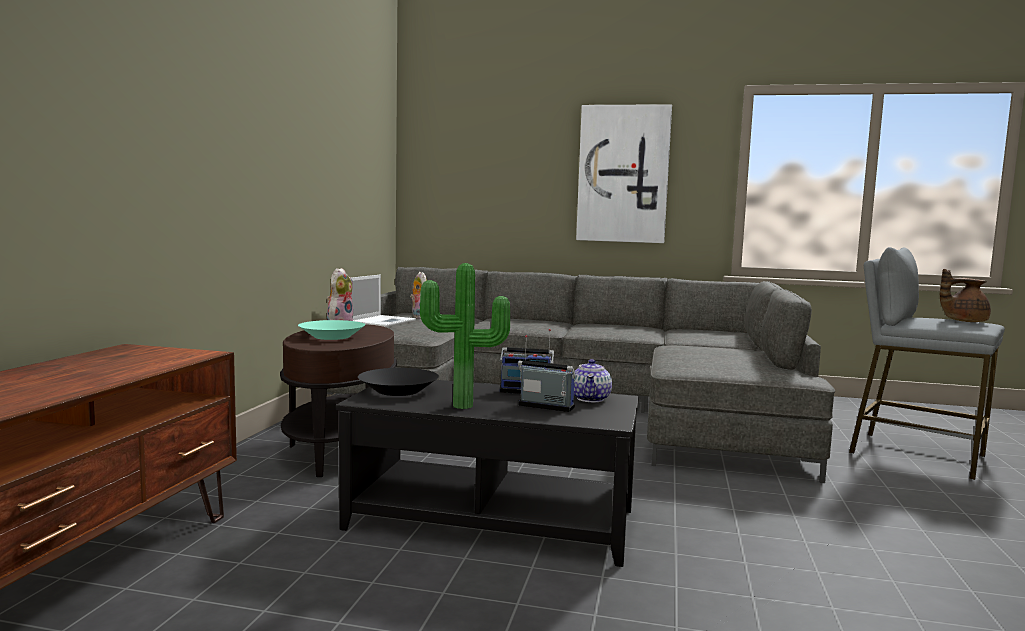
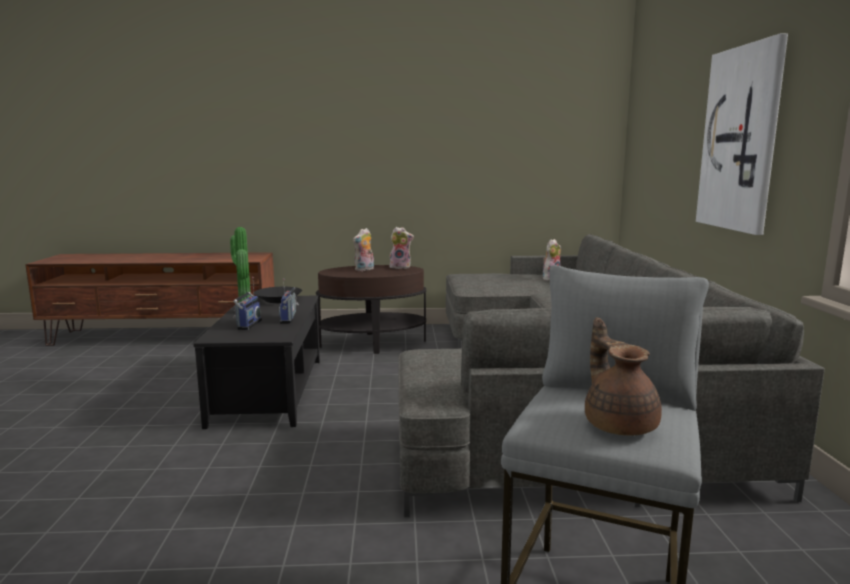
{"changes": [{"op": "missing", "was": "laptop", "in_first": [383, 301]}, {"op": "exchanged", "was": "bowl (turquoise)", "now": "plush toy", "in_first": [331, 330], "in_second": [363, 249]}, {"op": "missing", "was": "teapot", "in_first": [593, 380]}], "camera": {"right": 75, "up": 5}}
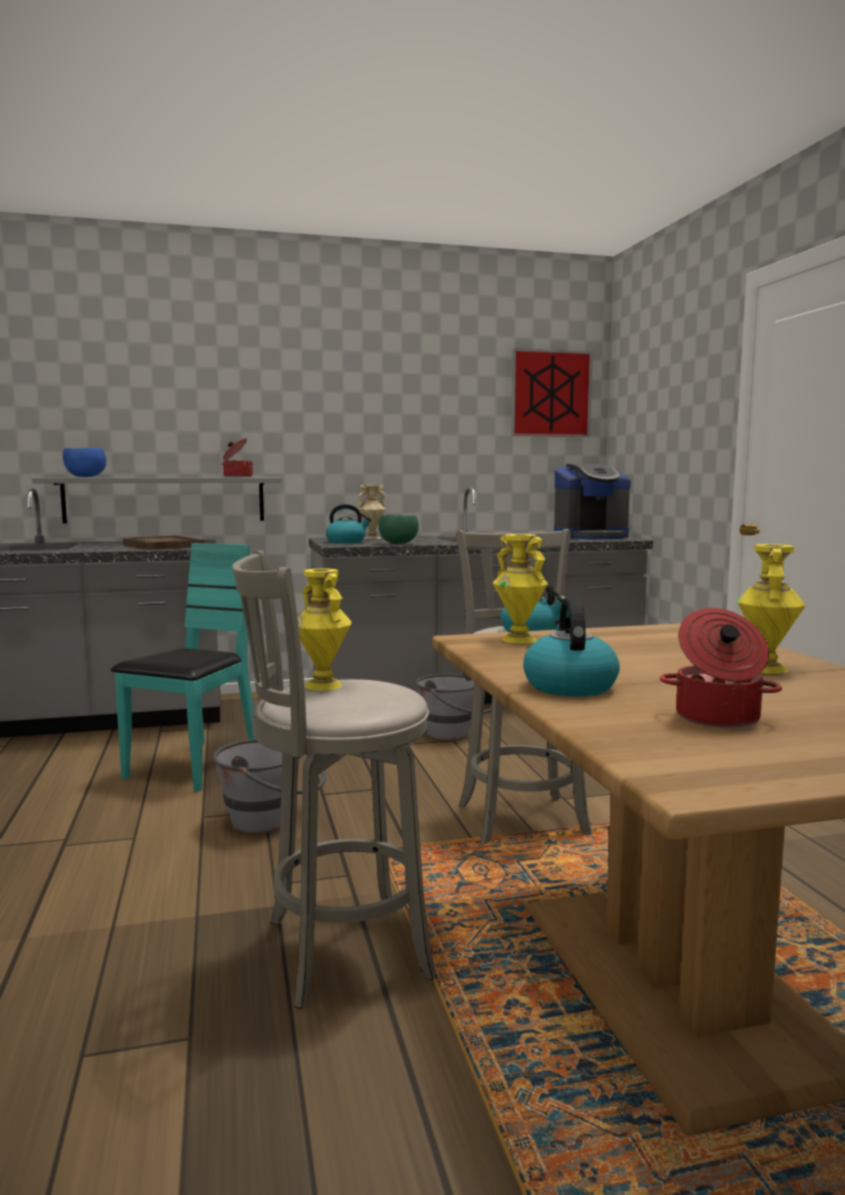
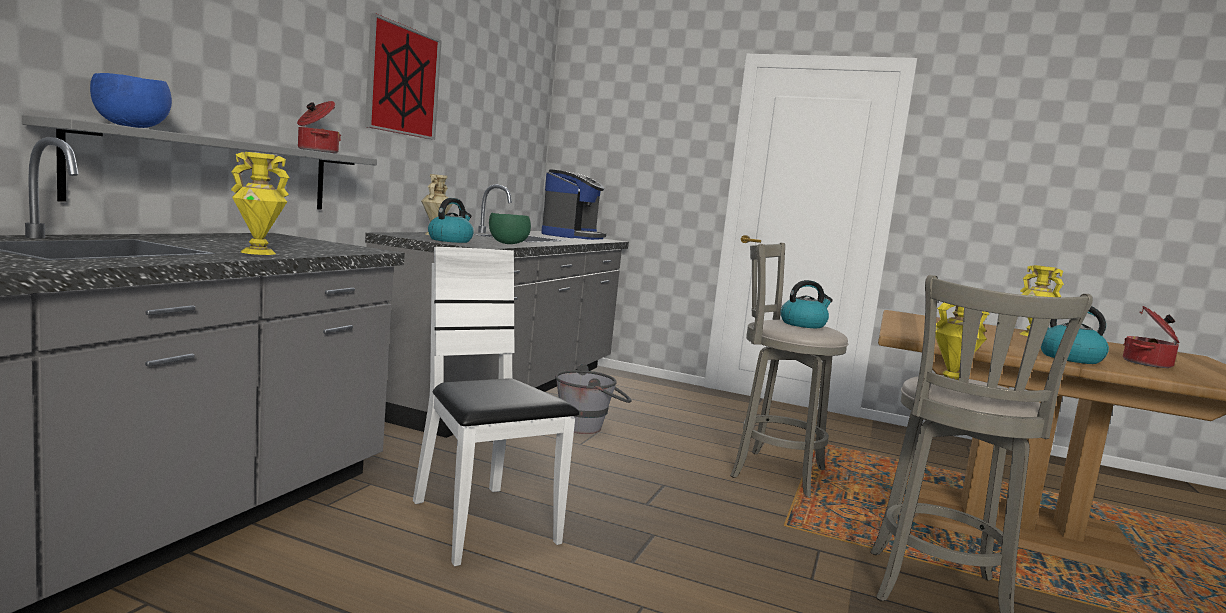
{"changes": [{"op": "relocated", "was": "picture", "in_first": [552, 392], "in_second": [403, 76]}, {"op": "relocated", "was": "vase (yellow)", "in_first": [520, 589], "in_second": [260, 203]}, {"op": "missing", "was": "tray (brown)", "in_first": [163, 542]}, {"op": "colour", "was": "chair (turquoise)", "now": "chair (white)", "in_first": [183, 667], "in_second": [496, 406]}, {"op": "missing", "was": "bucket (grey)", "in_first": [269, 786]}], "camera": {"right": -55, "up": 0}}
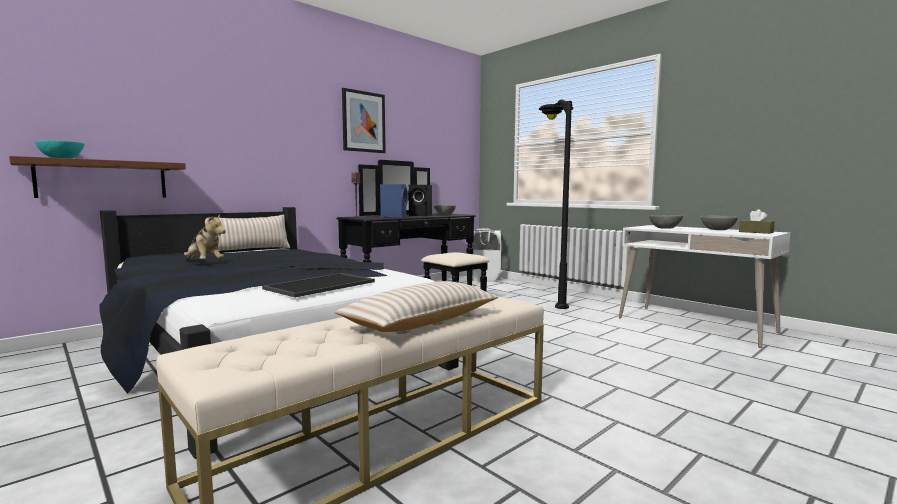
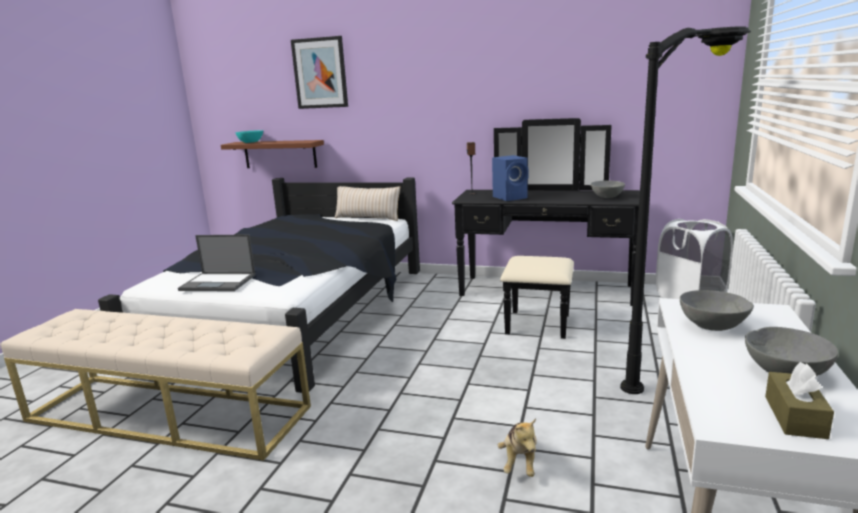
{"changes": [{"op": "relocated", "was": "picture", "in_first": [364, 120], "in_second": [319, 72]}, {"op": "missing", "was": "speaker (black)", "in_first": [420, 200]}, {"op": "relocated", "was": "plush toy", "in_first": [205, 237], "in_second": [517, 447]}, {"op": "exchanged", "was": "tray", "now": "laptop", "in_first": [318, 285], "in_second": [217, 263]}, {"op": "missing", "was": "pillow (beige)", "in_first": [416, 306]}], "camera": {"right": 60, "up": 10}}
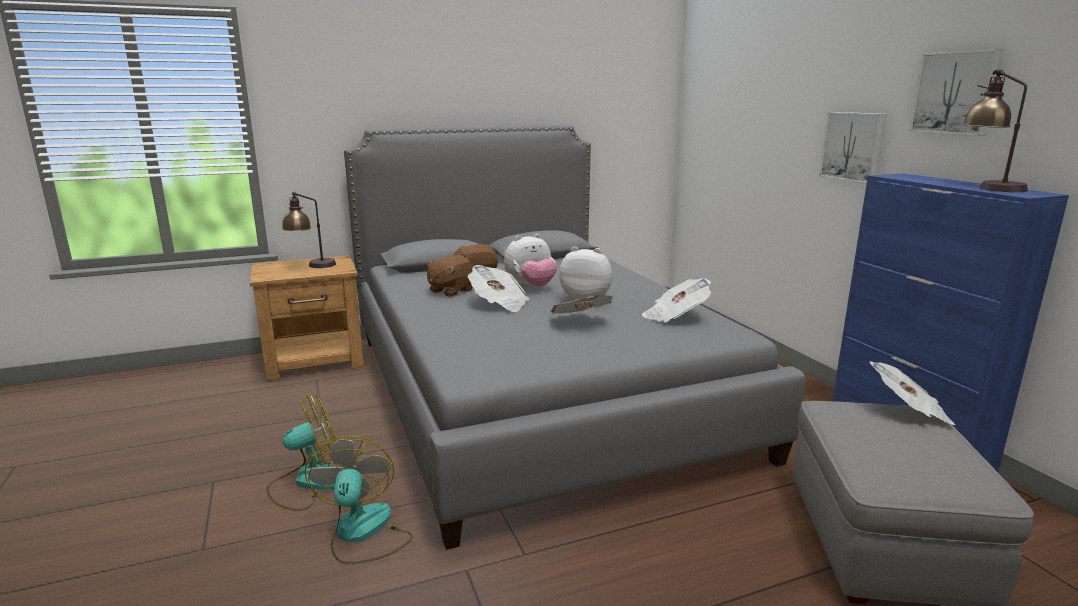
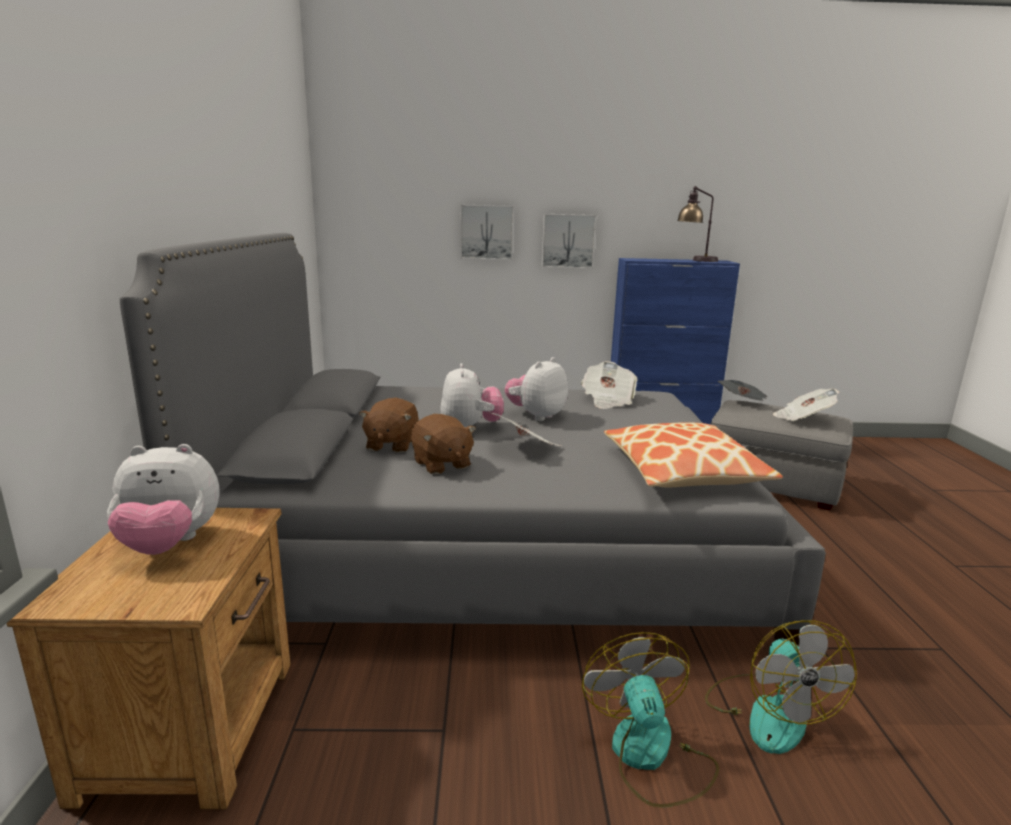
{"changes": [{"op": "relocated", "was": "picture", "in_first": [956, 92], "in_second": [487, 232]}, {"op": "exchanged", "was": "table lamp", "now": "plush toy", "in_first": [309, 230], "in_second": [163, 499]}, {"op": "relocated", "was": "newspaper", "in_first": [581, 304], "in_second": [806, 405]}, {"op": "spun", "was": "fan", "in_first": [359, 500], "in_second": [781, 687], "clockwise": -105}, {"op": "appeared", "now": "pillow", "in_second": [693, 455]}], "camera": {"right": -70, "up": 0}}
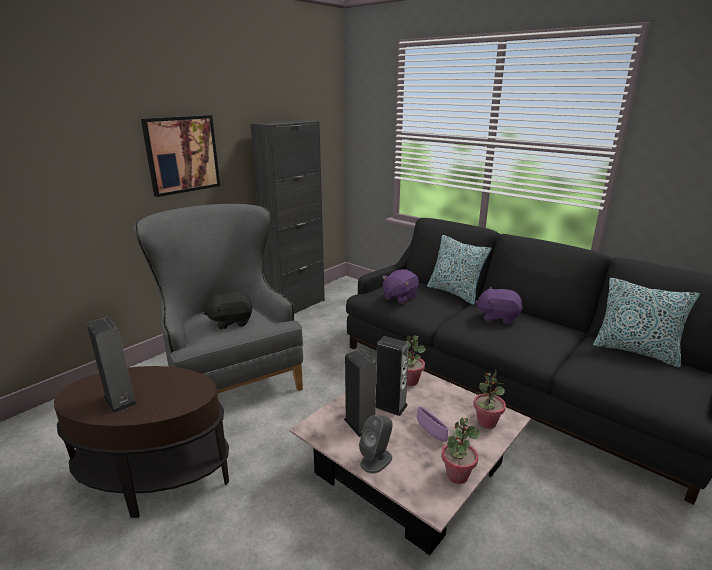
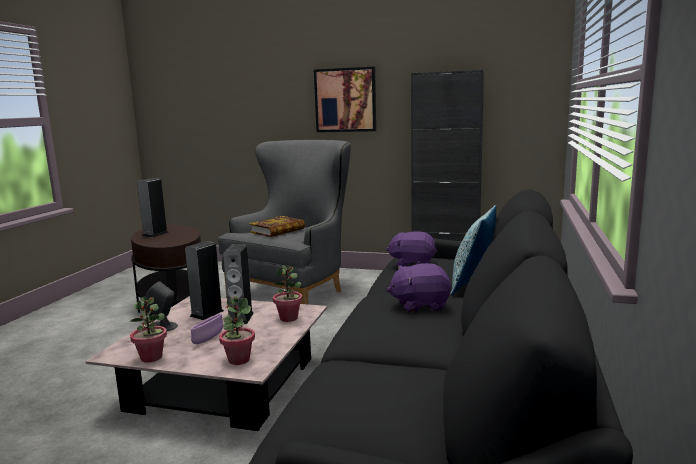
{"changes": [{"op": "missing", "was": "pillow", "in_first": [646, 323]}, {"op": "spun", "was": "plush toy (purple)", "in_first": [499, 306], "in_second": [419, 288], "clockwise": -90}, {"op": "exchanged", "was": "plush toy (black)", "now": "book", "in_first": [228, 310], "in_second": [277, 226]}], "camera": {"right": 65, "up": -10}}
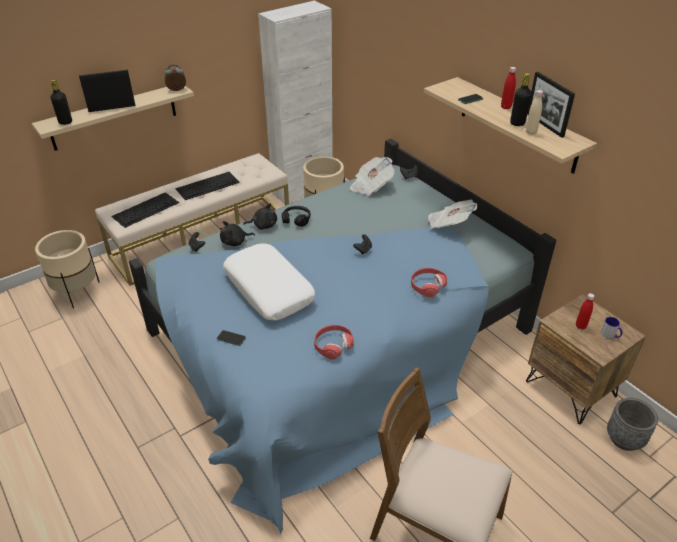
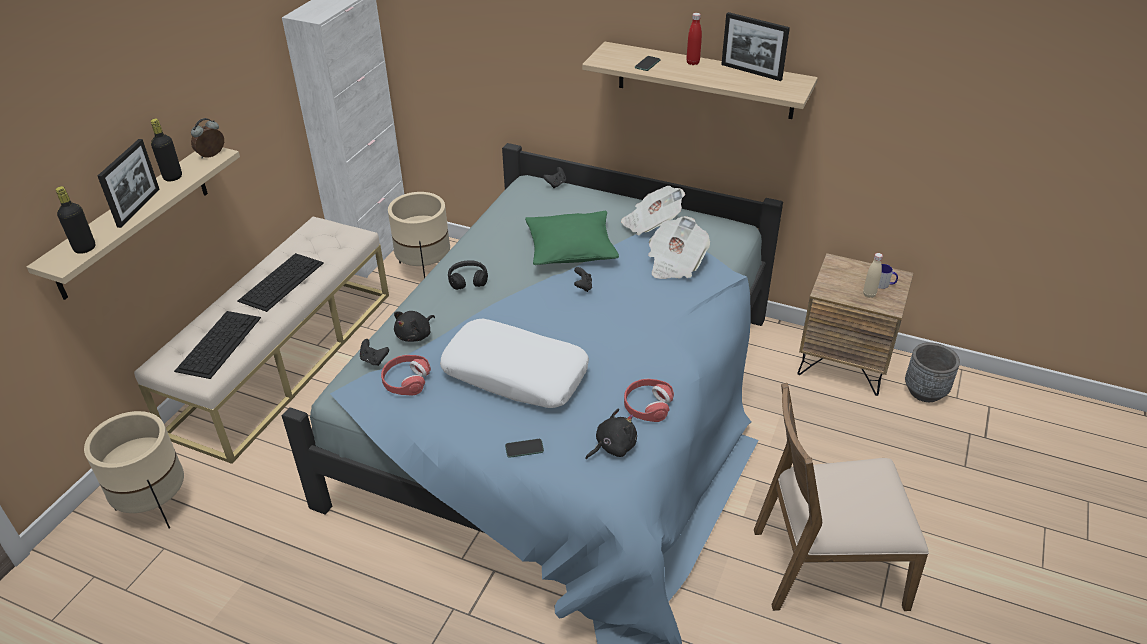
{"changes": [{"op": "spun", "was": "picture frame", "in_first": [107, 91], "in_second": [129, 183], "clockwise": 150}, {"op": "relocated", "was": "bottle (black)", "in_first": [521, 99], "in_second": [166, 150]}, {"op": "relocated", "was": "bottle (beige)", "in_first": [534, 112], "in_second": [873, 275]}, {"op": "relocated", "was": "newspaper", "in_first": [372, 176], "in_second": [679, 247]}, {"op": "relocated", "was": "plush toy (black)", "in_first": [260, 216], "in_second": [611, 434]}, {"op": "relocated", "was": "headphones (red)", "in_first": [429, 283], "in_second": [406, 375]}, {"op": "missing", "was": "bottle (red)", "in_first": [585, 311]}, {"op": "appeared", "now": "pillow (green)", "in_second": [572, 238]}], "camera": {"right": -30, "up": 0}}
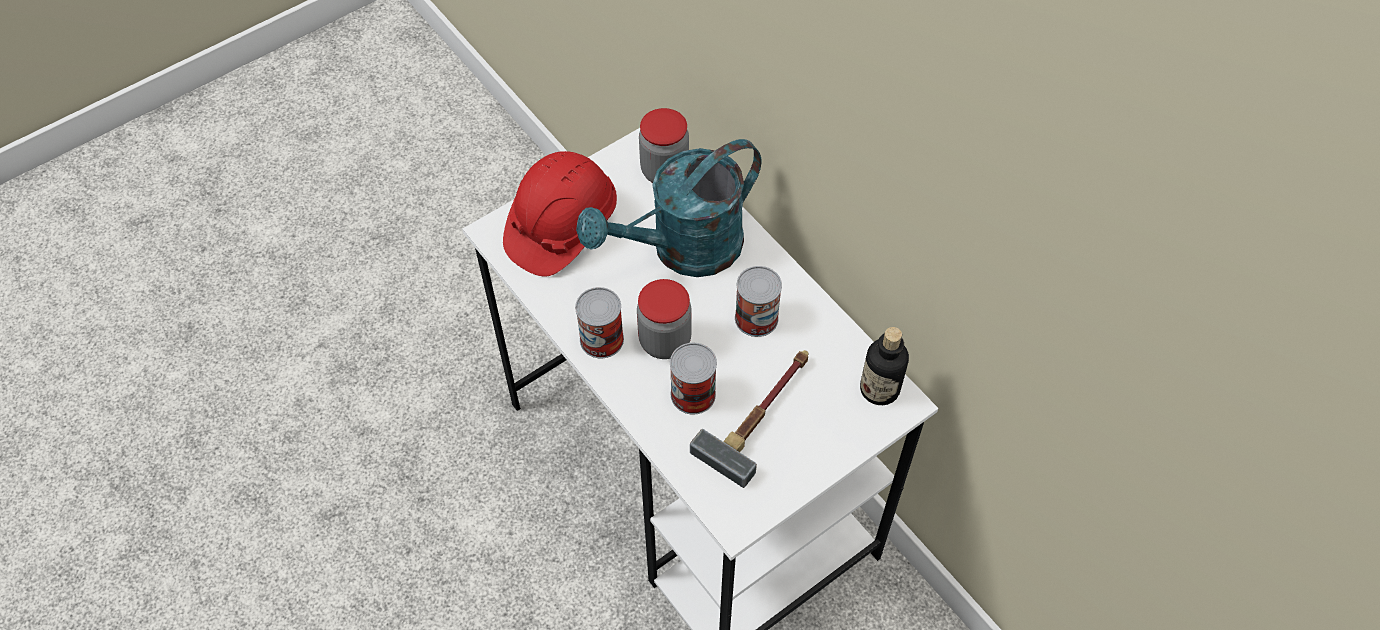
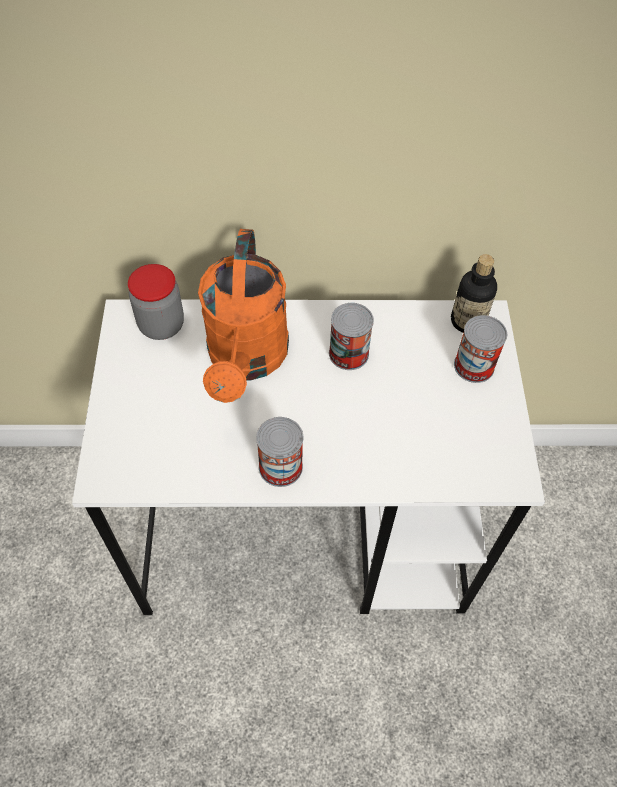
{"changes": [{"op": "colour", "was": "watering can (turquoise)", "now": "watering can (orange)", "in_first": [668, 208], "in_second": [243, 316]}, {"op": "missing", "was": "hard hat (red)", "in_first": [560, 213]}, {"op": "missing", "was": "jar", "in_first": [664, 319]}, {"op": "relocated", "was": "can", "in_first": [693, 378], "in_second": [480, 349]}, {"op": "missing", "was": "hammer", "in_first": [749, 419]}], "camera": {"right": -55, "up": 0}}
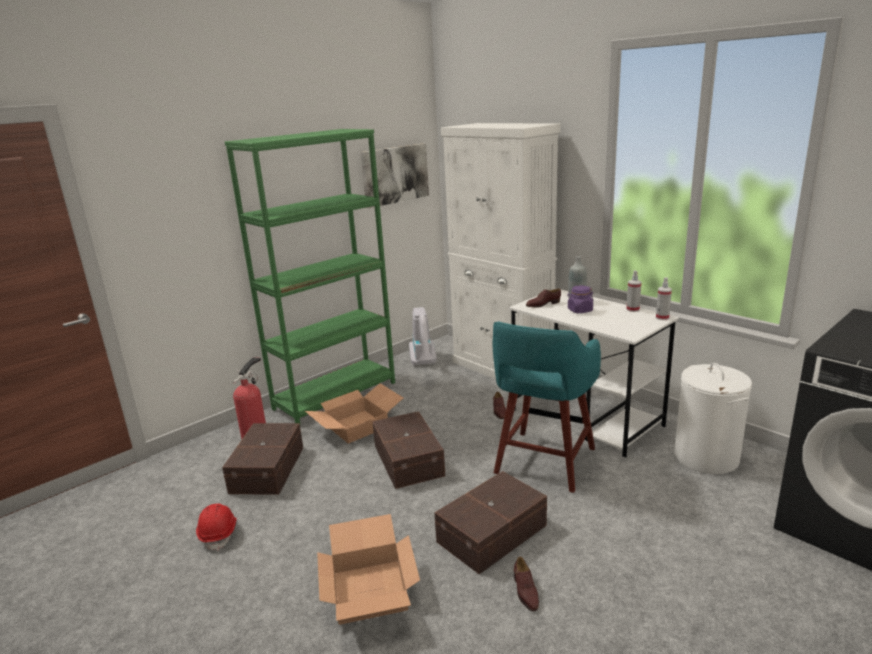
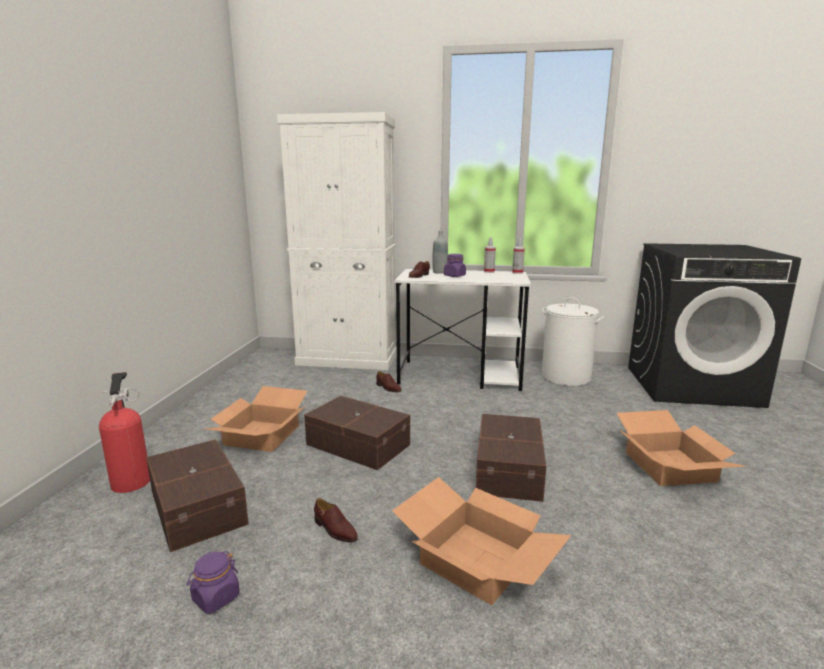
{"changes": [{"op": "missing", "was": "bookcase (green)", "in_first": [310, 277]}, {"op": "missing", "was": "picture", "in_first": [395, 175]}, {"op": "missing", "was": "vacuum cleaner", "in_first": [423, 336]}, {"op": "missing", "was": "stool (turquoise)", "in_first": [547, 407]}, {"op": "exchanged", "was": "hard hat (red)", "now": "jar (purple)", "in_first": [216, 527], "in_second": [213, 582]}, {"op": "relocated", "was": "shoe (brown)", "in_first": [526, 584], "in_second": [336, 520]}, {"op": "appeared", "now": "cardboard box", "in_second": [681, 448]}], "camera": {"right": -40, "up": -5}}
